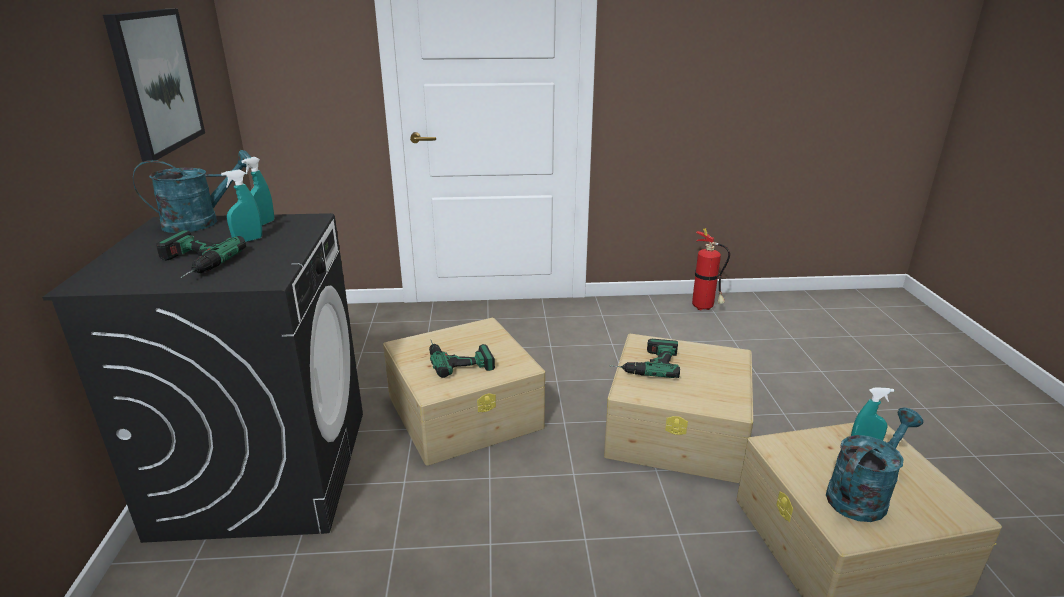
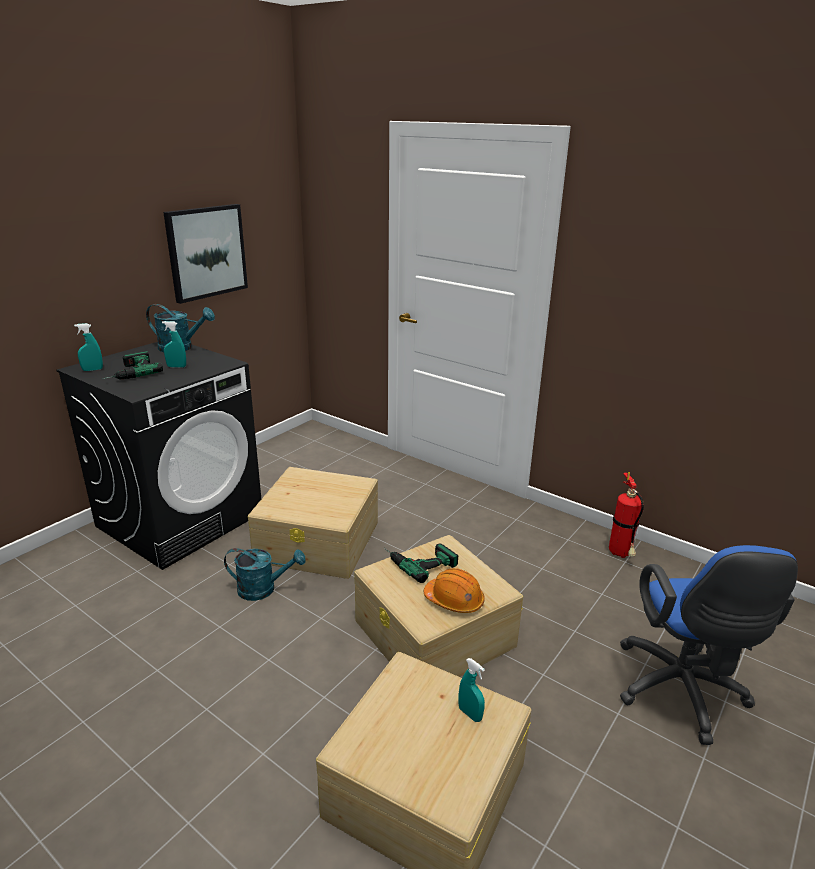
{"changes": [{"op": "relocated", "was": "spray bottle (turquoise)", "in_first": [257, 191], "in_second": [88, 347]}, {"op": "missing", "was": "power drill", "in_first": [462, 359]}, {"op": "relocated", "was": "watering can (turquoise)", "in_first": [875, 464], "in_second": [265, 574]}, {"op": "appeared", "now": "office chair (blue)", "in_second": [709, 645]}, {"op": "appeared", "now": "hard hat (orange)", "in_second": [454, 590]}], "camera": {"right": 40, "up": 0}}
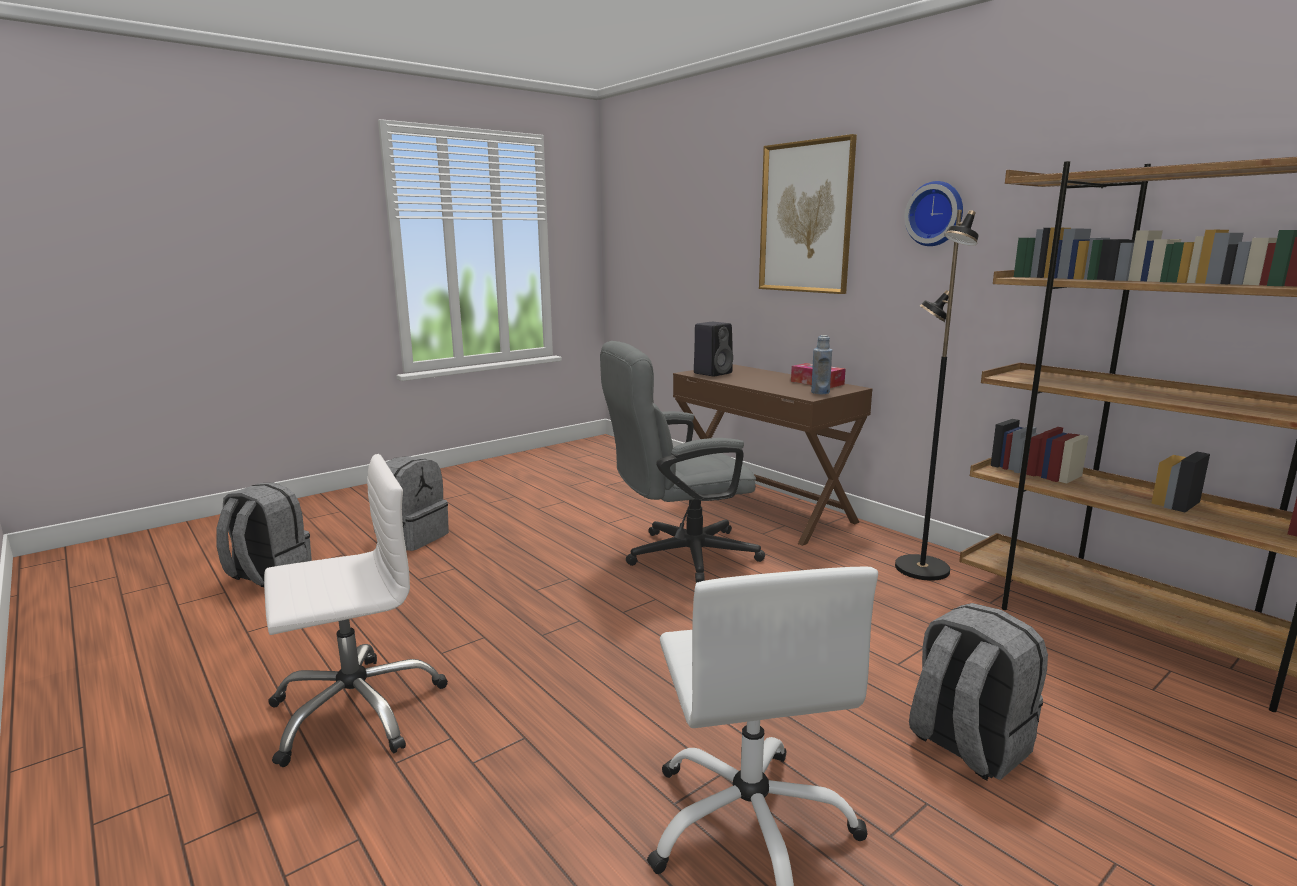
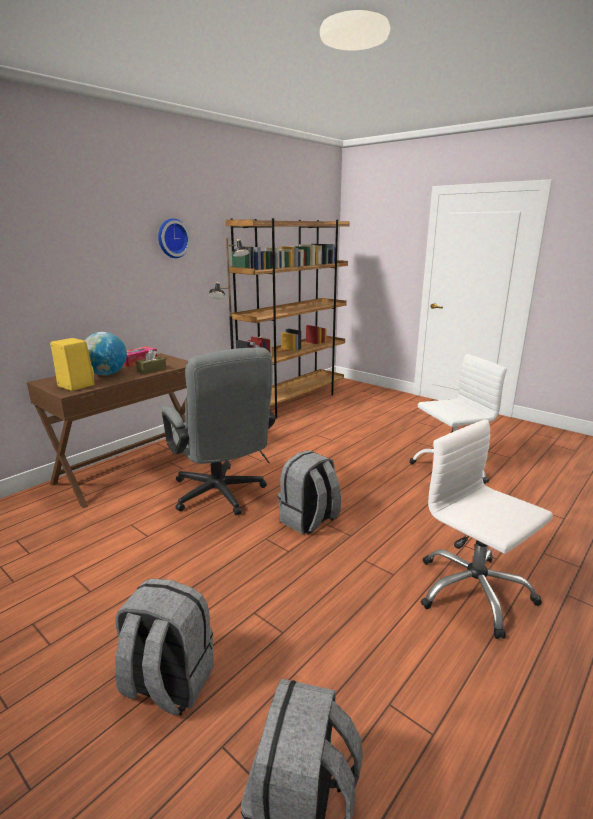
{"changes": [{"op": "missing", "was": "picture", "in_first": [808, 214]}, {"op": "colour", "was": "speaker (black)", "now": "speaker (yellow)", "in_first": [713, 349], "in_second": [72, 364]}, {"op": "missing", "was": "bottle (blue)", "in_first": [821, 364]}, {"op": "relocated", "was": "backpack (grey)", "in_first": [978, 691], "in_second": [309, 492]}, {"op": "appeared", "now": "globe", "in_second": [105, 353]}, {"op": "appeared", "now": "tissue box (brown)", "in_second": [151, 361]}], "camera": {"right": -100, "up": 5}}
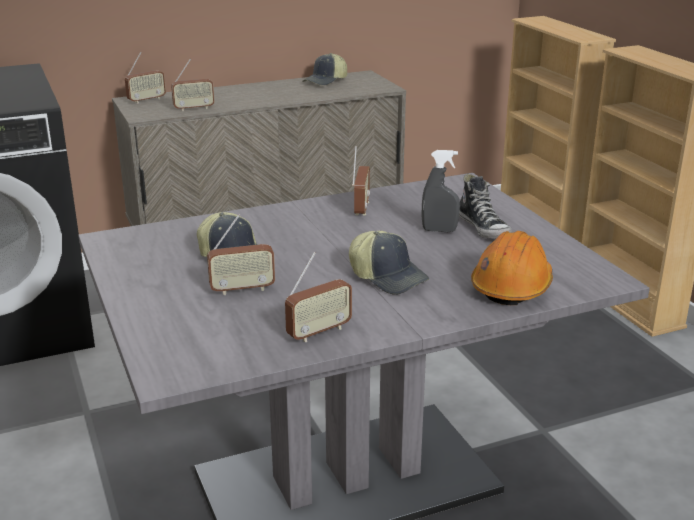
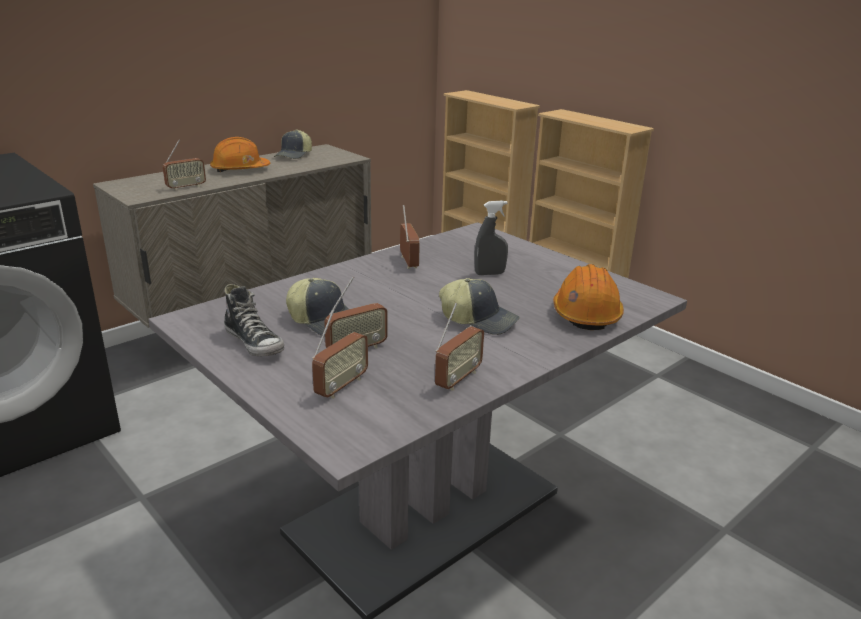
{"changes": [{"op": "relocated", "was": "radio", "in_first": [145, 78], "in_second": [340, 354]}, {"op": "relocated", "was": "shoe", "in_first": [485, 206], "in_second": [254, 320]}, {"op": "appeared", "now": "hard hat (orange)", "in_second": [240, 154]}], "camera": {"right": -20, "up": 0}}
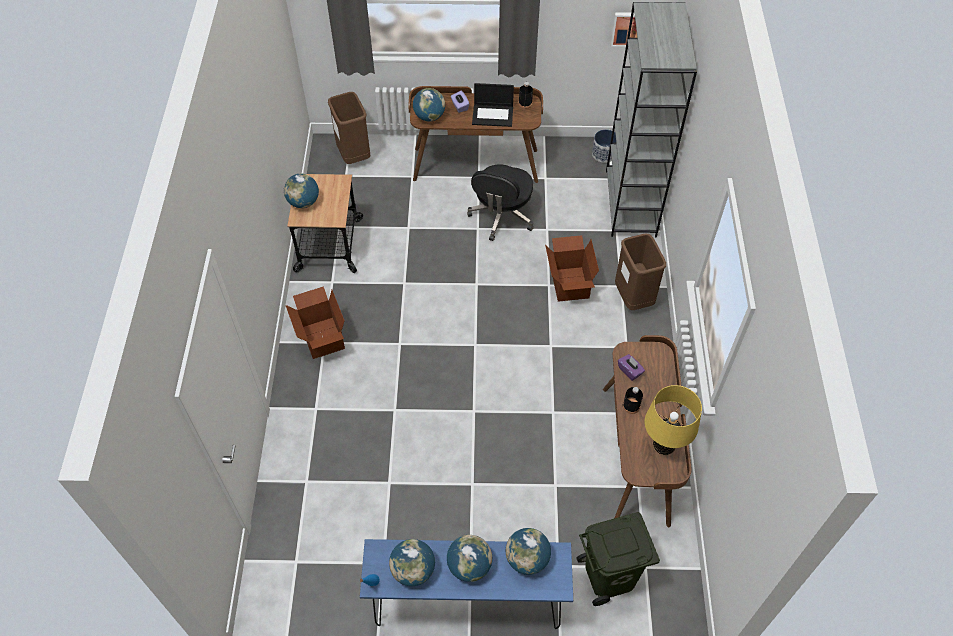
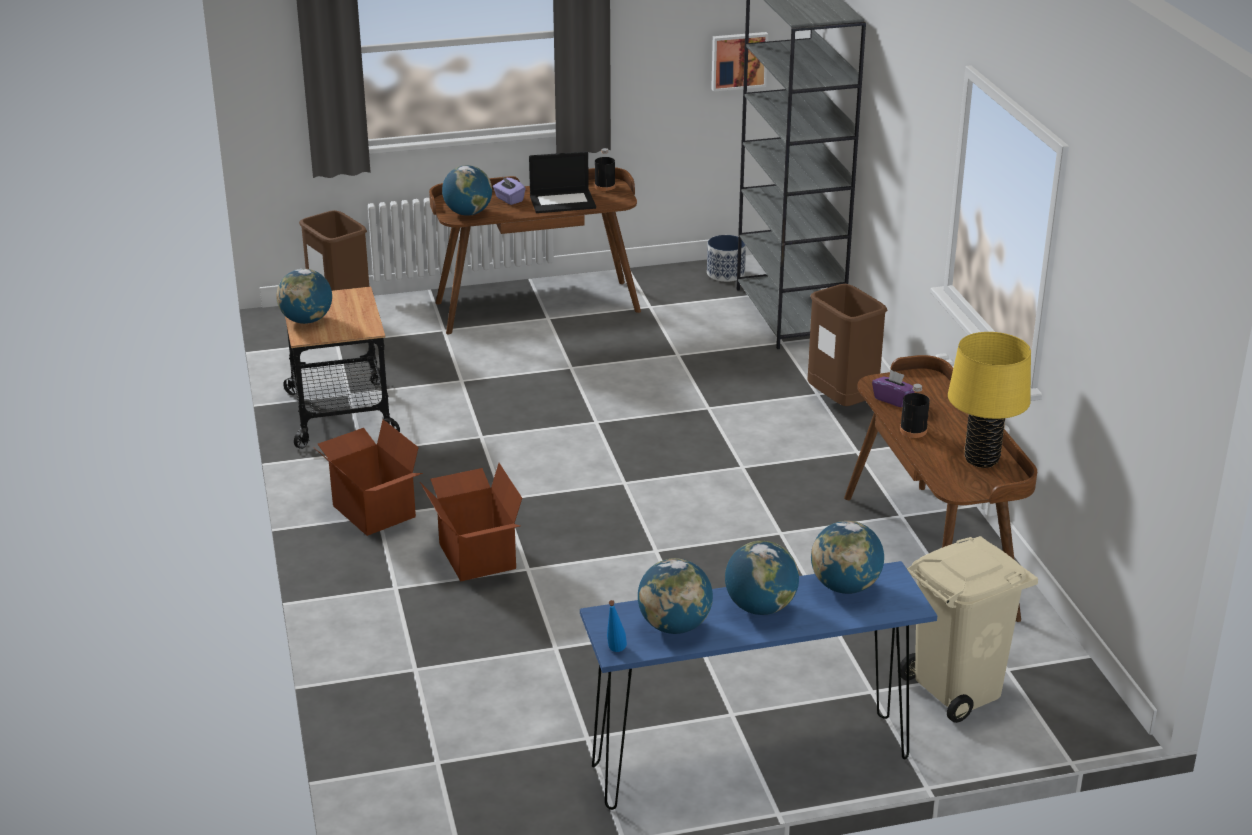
{"changes": [{"op": "missing", "was": "office chair (black)", "in_first": [500, 203]}, {"op": "relocated", "was": "cardboard box", "in_first": [572, 268], "in_second": [471, 522]}, {"op": "colour", "was": "trash can (green)", "now": "trash can (beige)", "in_first": [618, 559], "in_second": [969, 629]}], "camera": {"right": -15, "up": -25}}
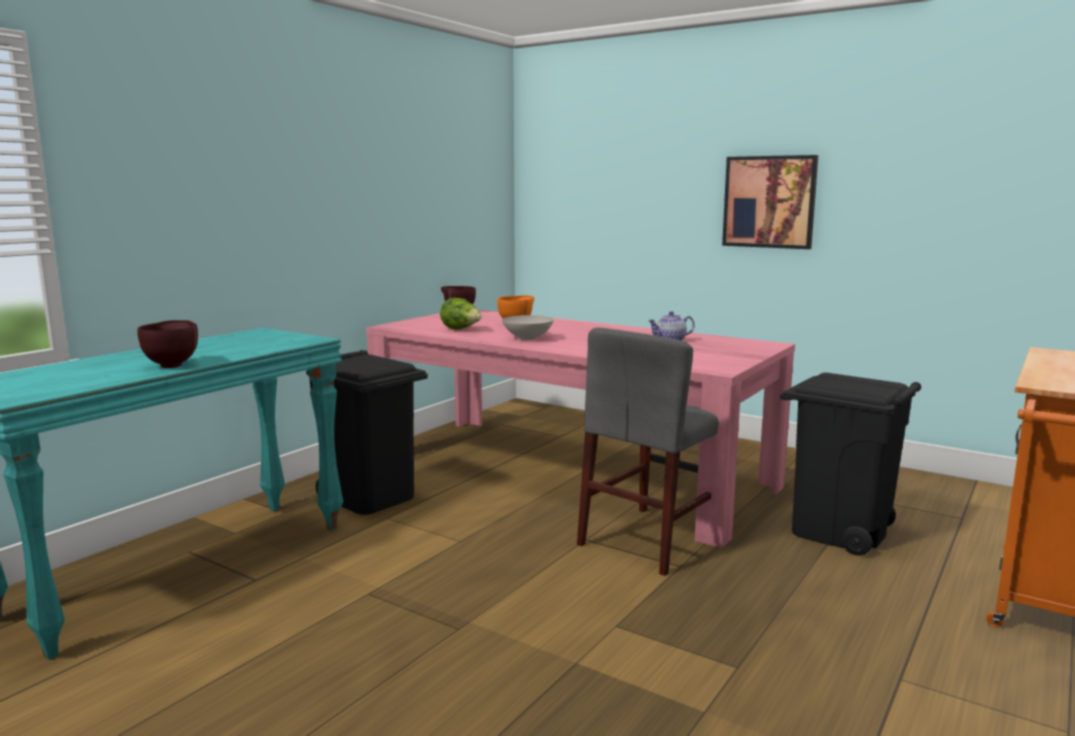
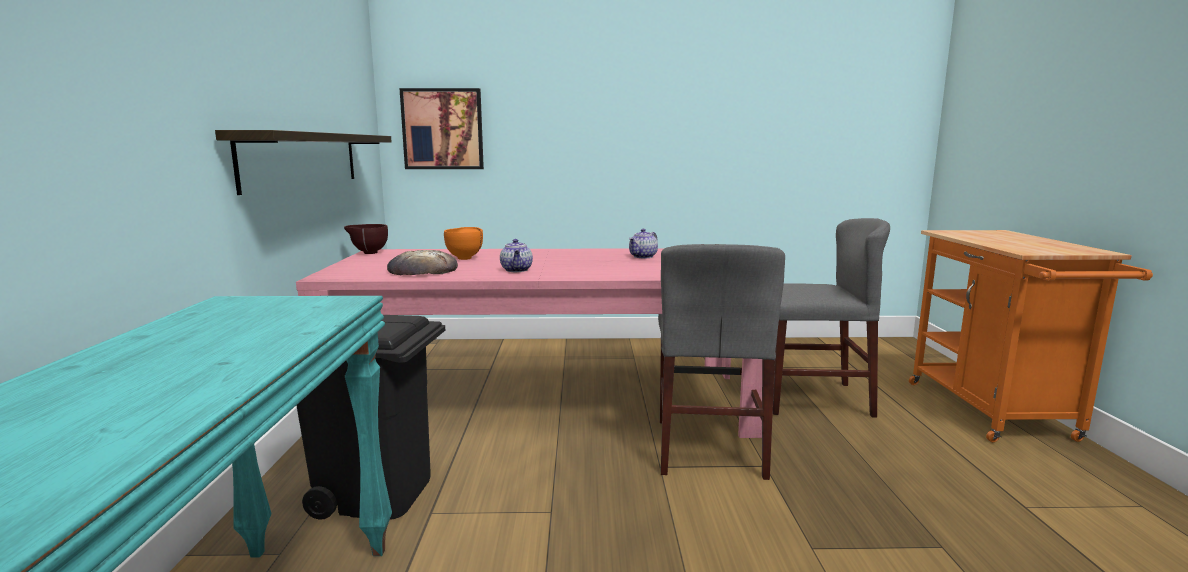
{"changes": [{"op": "relocated", "was": "picture", "in_first": [770, 202], "in_second": [441, 128]}, {"op": "exchanged", "was": "lettuce", "now": "bread", "in_first": [461, 313], "in_second": [422, 262]}, {"op": "exchanged", "was": "bowl (white)", "now": "teapot", "in_first": [528, 327], "in_second": [516, 255]}, {"op": "missing", "was": "bowl (brown)", "in_first": [167, 344]}, {"op": "exchanged", "was": "trash can (black)", "now": "chair (grey)", "in_first": [850, 464], "in_second": [831, 318]}, {"op": "appeared", "now": "shelf", "in_second": [303, 162]}], "camera": {"right": -35, "up": 0}}
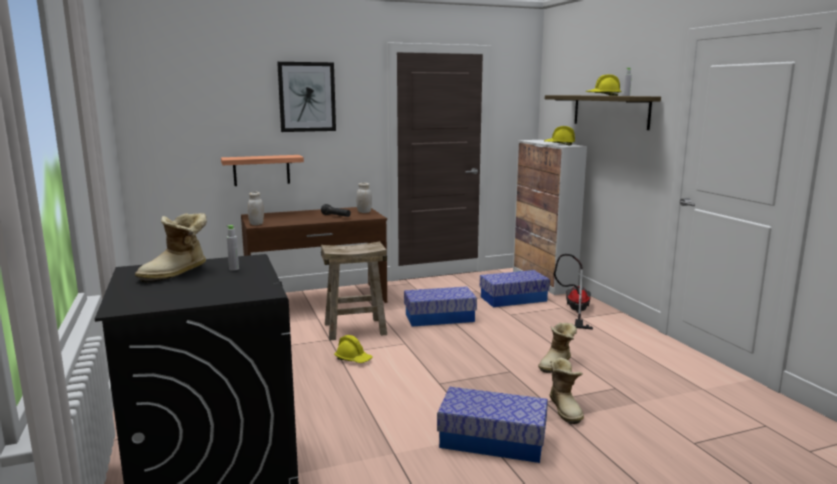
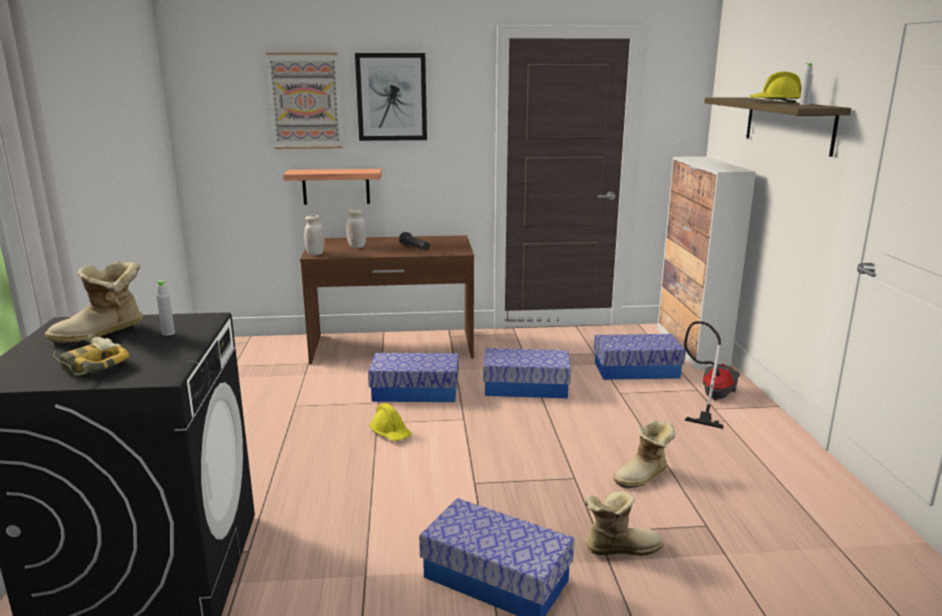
{"changes": [{"op": "missing", "was": "hard hat (yellow)", "in_first": [559, 135]}, {"op": "relocated", "was": "jar (white)", "in_first": [364, 198], "in_second": [356, 228]}, {"op": "exchanged", "was": "stool (beige)", "now": "storage box", "in_first": [354, 291], "in_second": [413, 377]}, {"op": "spun", "was": "boot", "in_first": [567, 390], "in_second": [624, 523], "clockwise": -105}, {"op": "appeared", "now": "picture", "in_second": [304, 100]}, {"op": "appeared", "now": "power drill", "in_second": [91, 355]}], "camera": {"right": 15, "up": 5}}
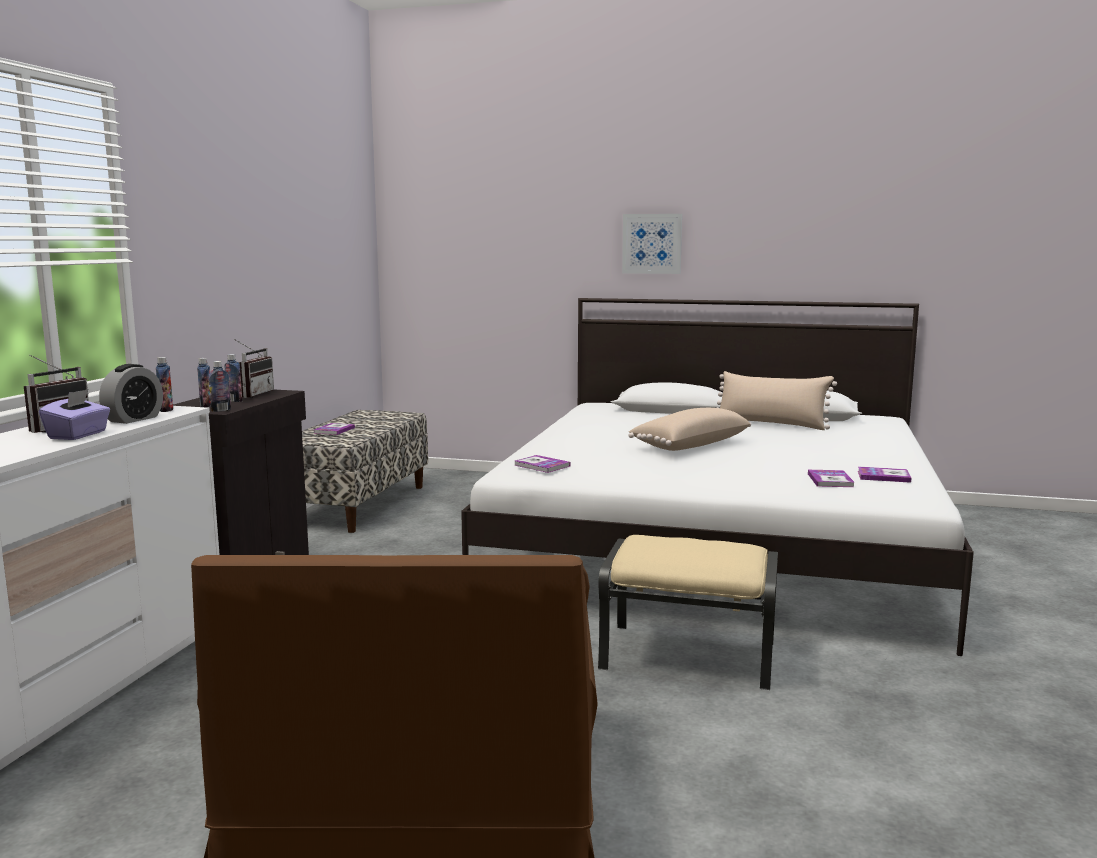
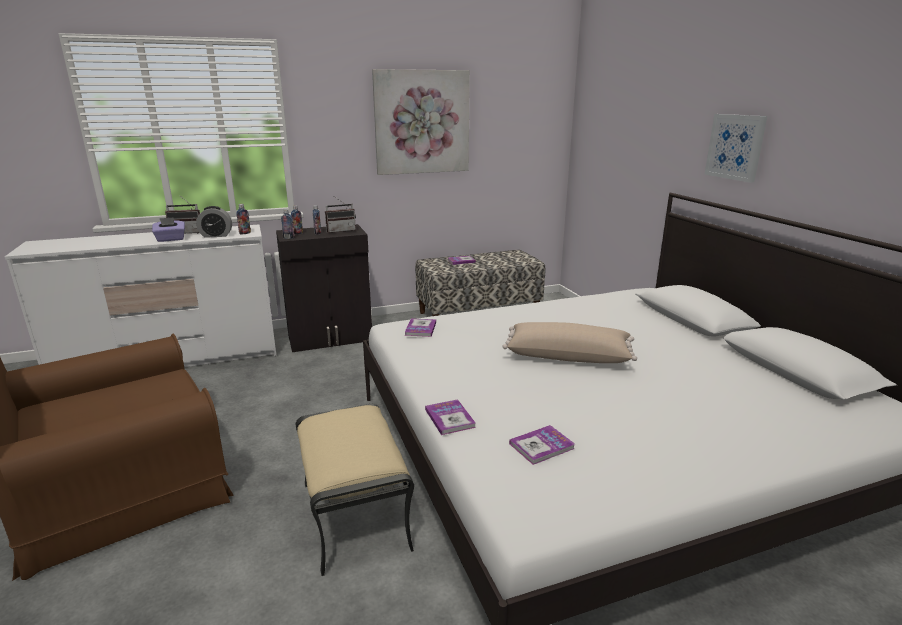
{"changes": [{"op": "missing", "was": "pillow (beige)", "in_first": [777, 400]}, {"op": "relocated", "was": "book", "in_first": [884, 474], "in_second": [450, 417]}, {"op": "appeared", "now": "picture", "in_second": [421, 122]}], "camera": {"right": 55, "up": 10}}
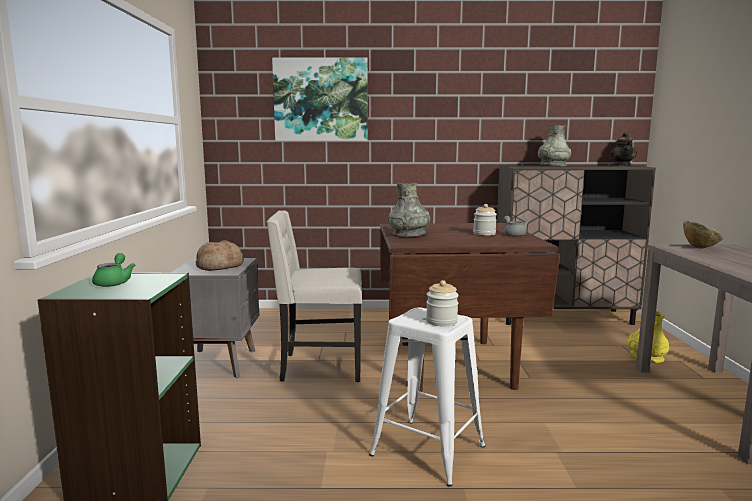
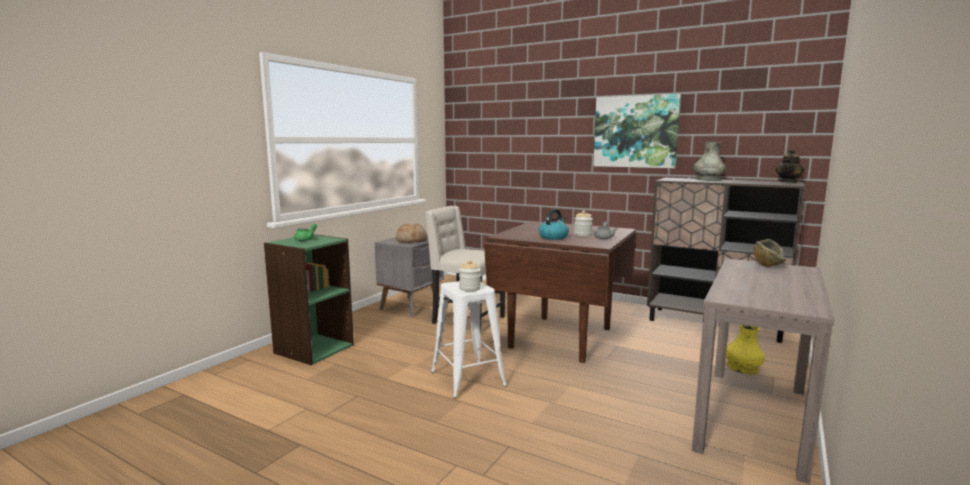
{"changes": [{"op": "relocated", "was": "picture", "in_first": [320, 99], "in_second": [637, 131]}, {"op": "missing", "was": "vase (grey)", "in_first": [409, 210]}, {"op": "appeared", "now": "kettle", "in_second": [553, 224]}], "camera": {"right": 30, "up": 0}}
